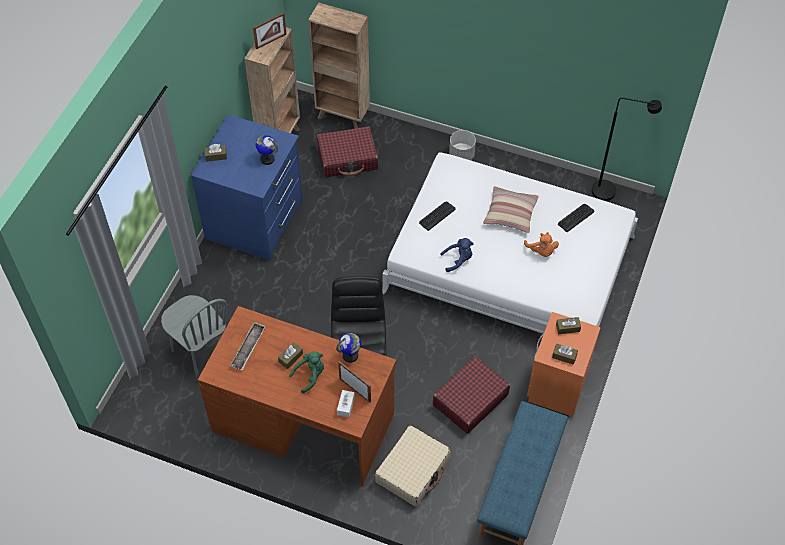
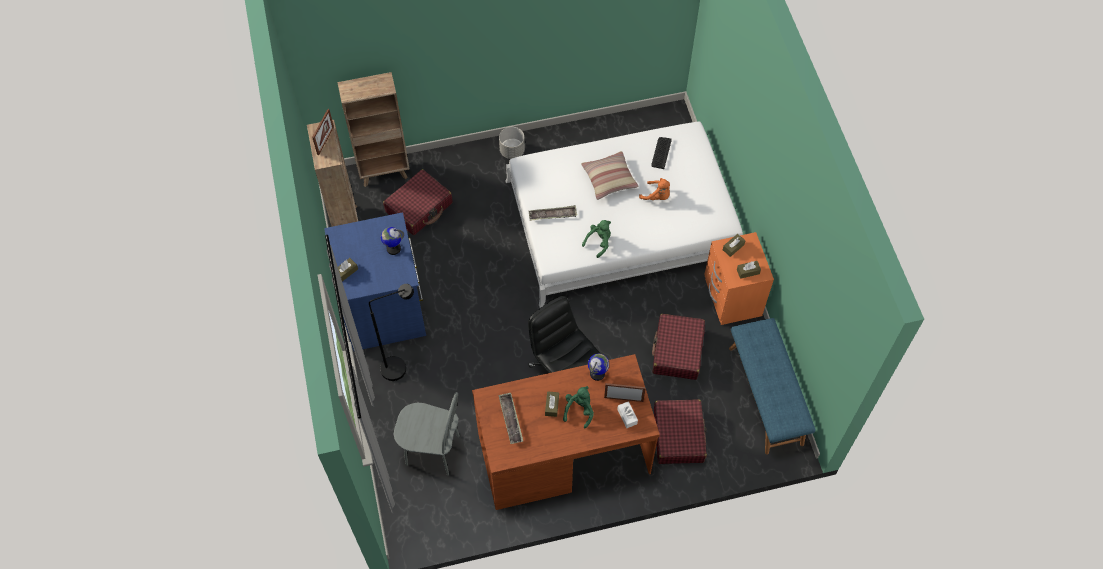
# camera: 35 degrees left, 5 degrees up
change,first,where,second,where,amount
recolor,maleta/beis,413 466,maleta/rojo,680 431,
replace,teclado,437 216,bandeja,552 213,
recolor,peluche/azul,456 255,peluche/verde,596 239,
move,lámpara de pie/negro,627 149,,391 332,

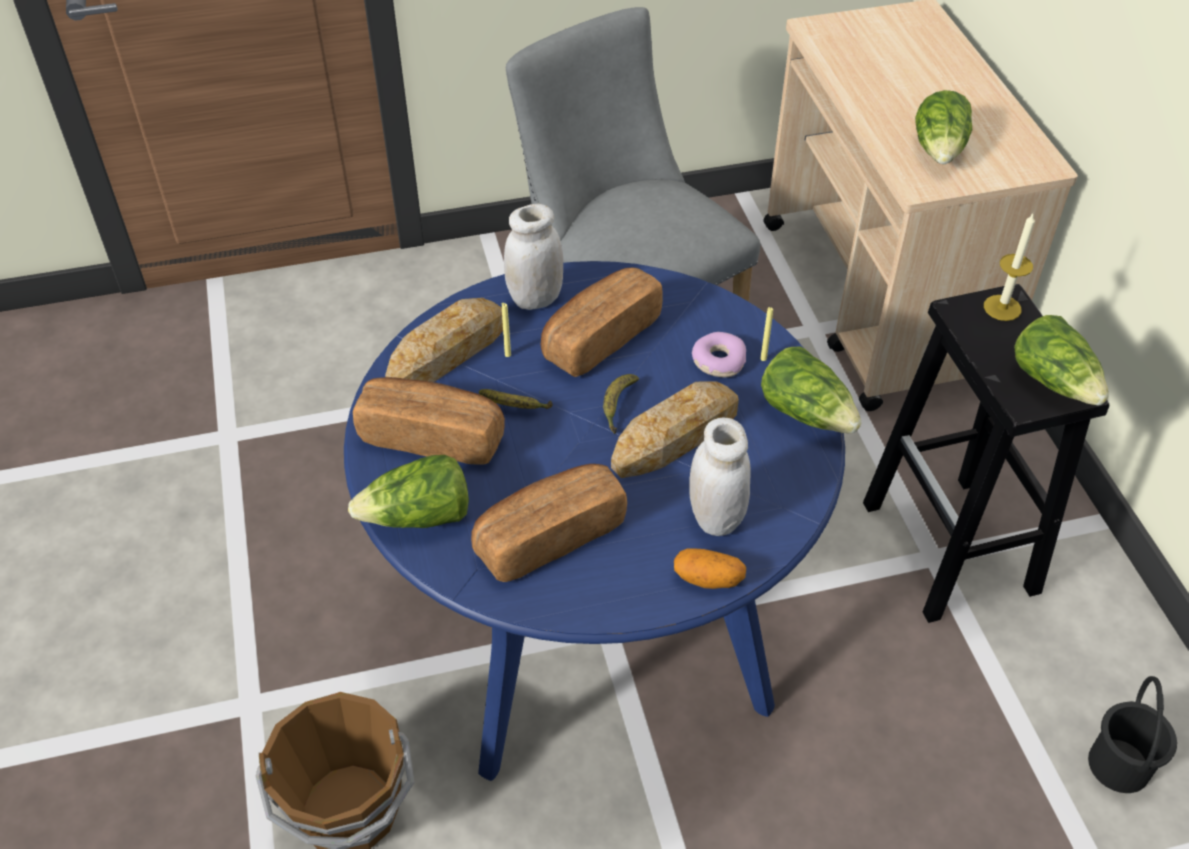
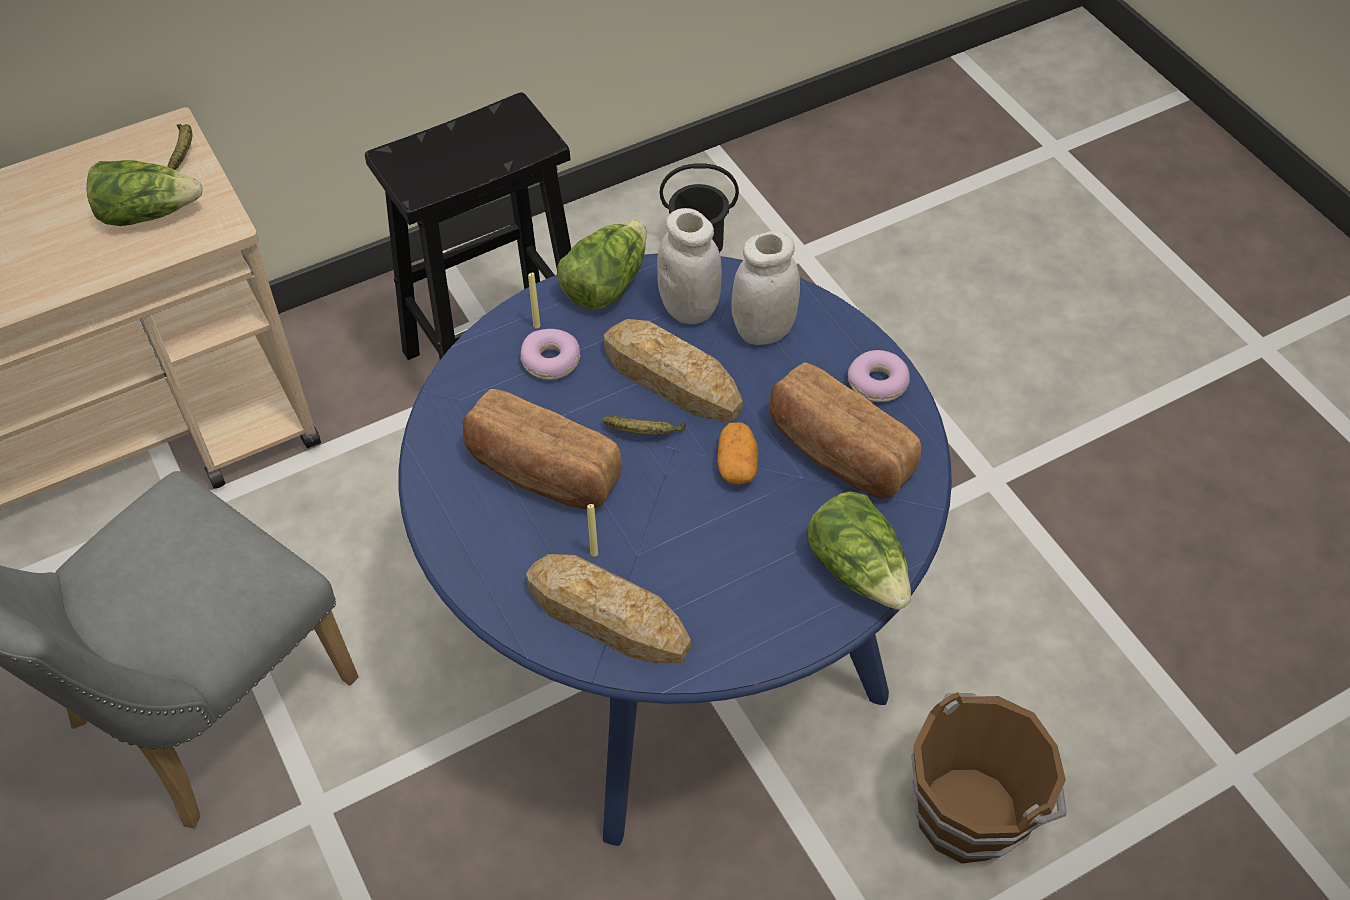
# camera: 105 degrees left, 5 degrees up
change,first,where,second,where,amount
delete,pan,429 421,,,
move,plátano,516 399,,179 147,
move,tarro/blanco,533 257,,689 266,
move,patata,710 568,,737 453,
delete,vela,1009 267,,,
delete,lechuga,1061 360,,,
insert,,,rosquilla,879 376,

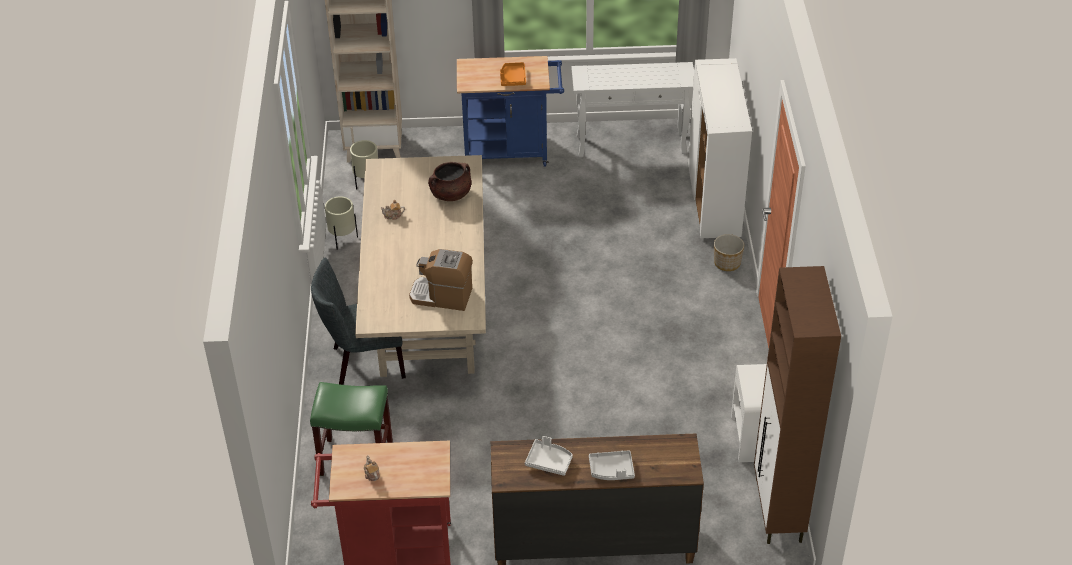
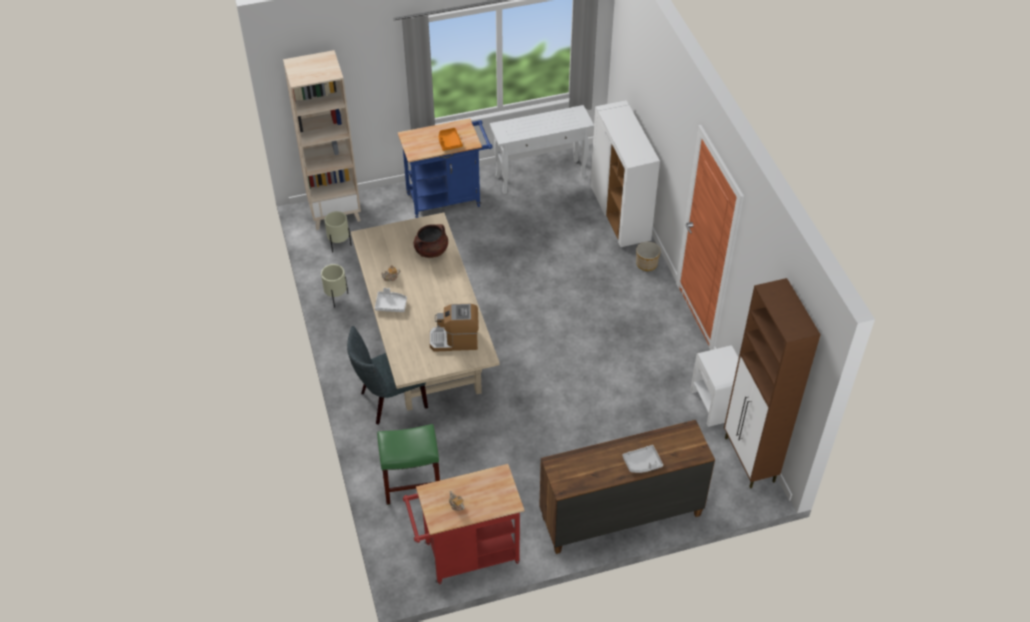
# camera: 15 degrees left, 5 degrees up
change,first,where,second,where,amount
move,bandeja/blanco,549 456,,391 300,

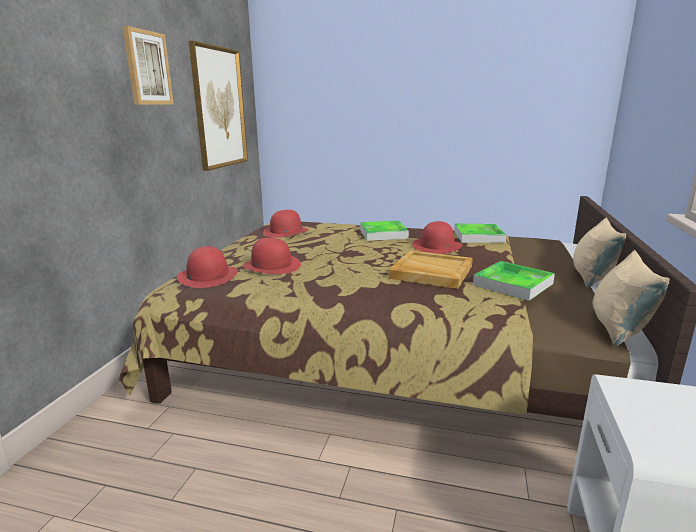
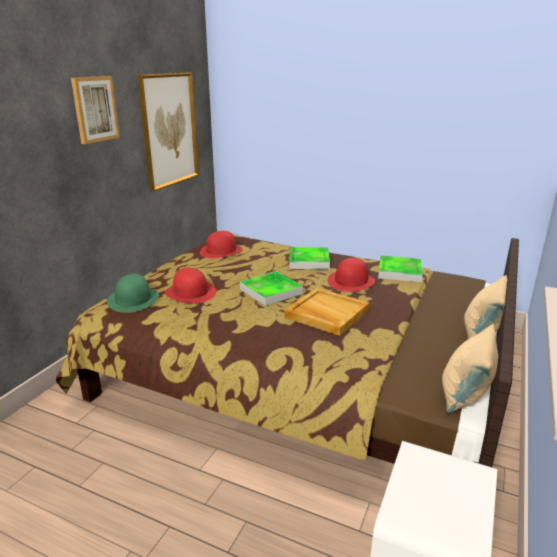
# camera: 10 degrees right, 5 degrees up
change,first,where,second,where,amount
recolor,sombrero/rojo,207 267,sombrero/verde,133 293,
move,bandeja,514 281,,271 288,

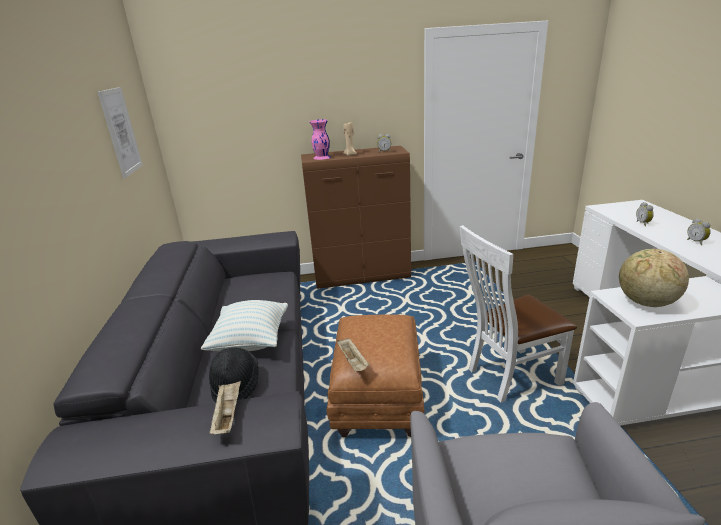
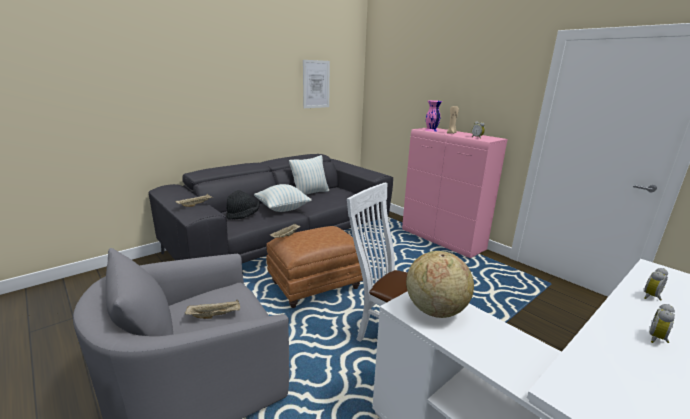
# camera: 55 degrees right, 5 degrees down
change,first,where,second,where,amount
recolor,armario/marrón,356 217,armario/rosa,455 193,
insert,,,bandeja/beis,212 309,
insert,,,cojín,309 175,

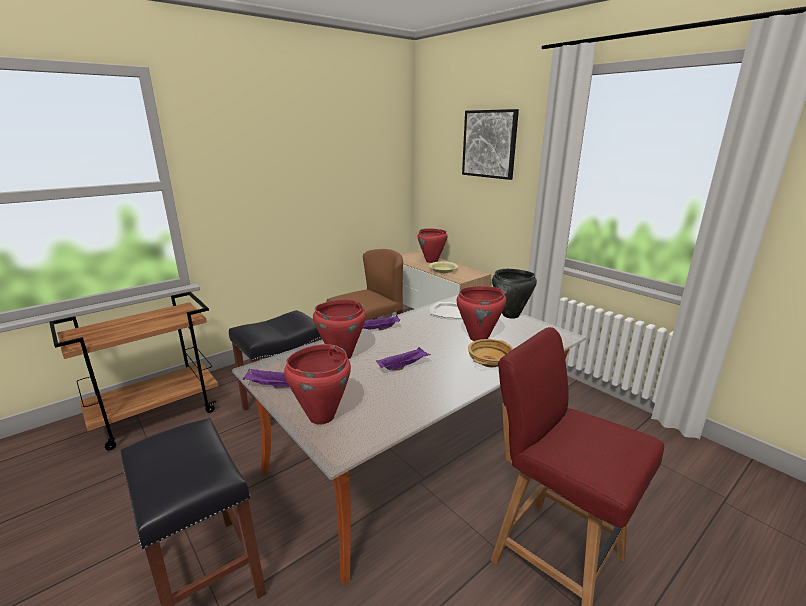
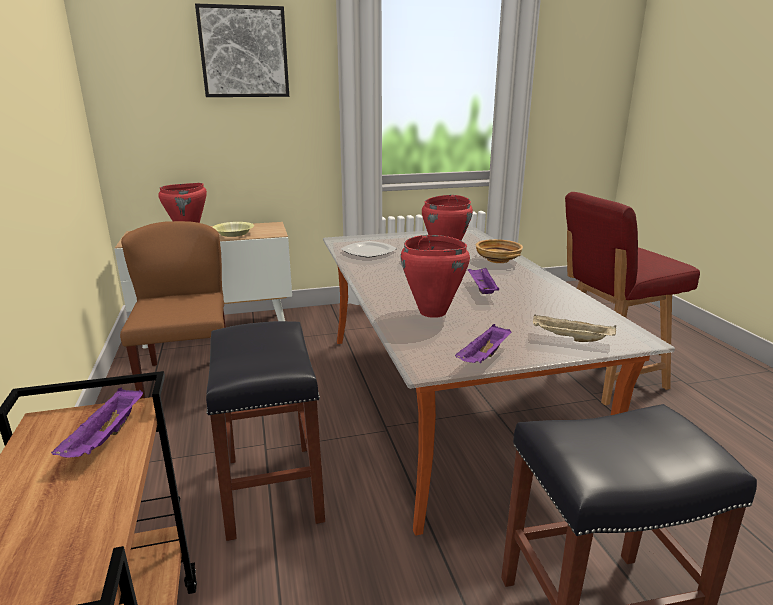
# camera: 65 degrees left, 0 degrees up
change,first,where,second,where,amount
replace,olla/rojo,317 384,bandeja/beis,574 328,
move,bandeja/morado,381 322,,97 422,
delete,olla/negro,514 294,,,

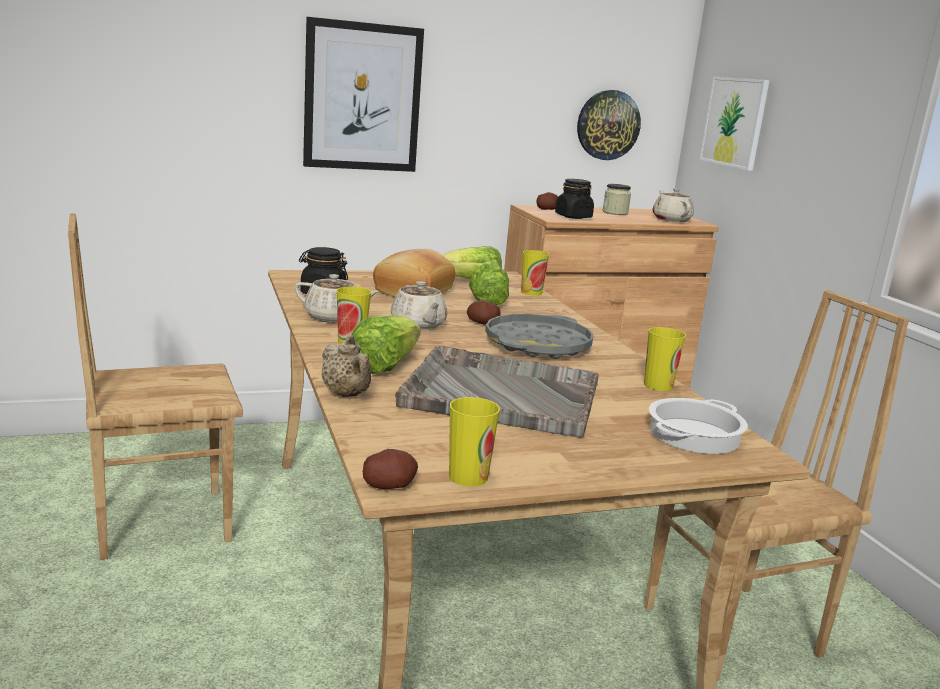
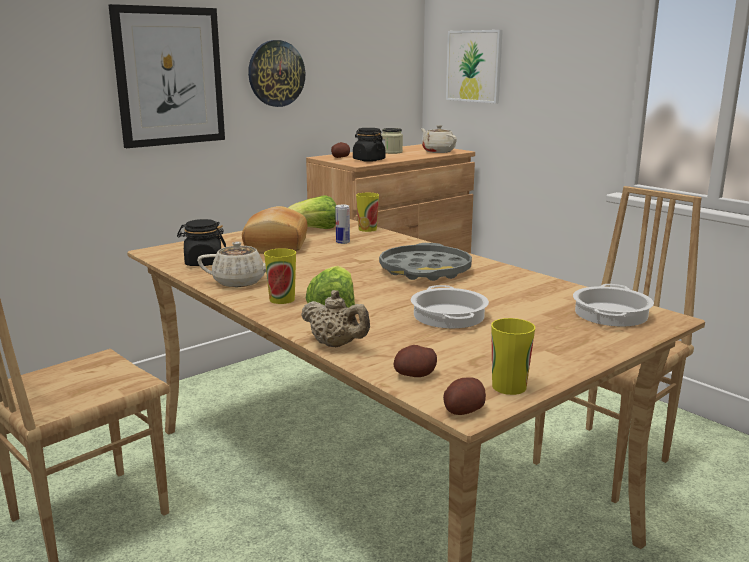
# camera: 20 degrees left, 0 degrees up
change,first,where,second,where,amount
delete,tetera/beis,419 305,,,
replace,bandeja/gris,497 392,olla,450 306,
move,patata,484 312,,415 361,
replace,lechuga,489 283,lata,342 224,
move,reloj de pared,609 125,,276 73,
delete,taza,665 359,,,

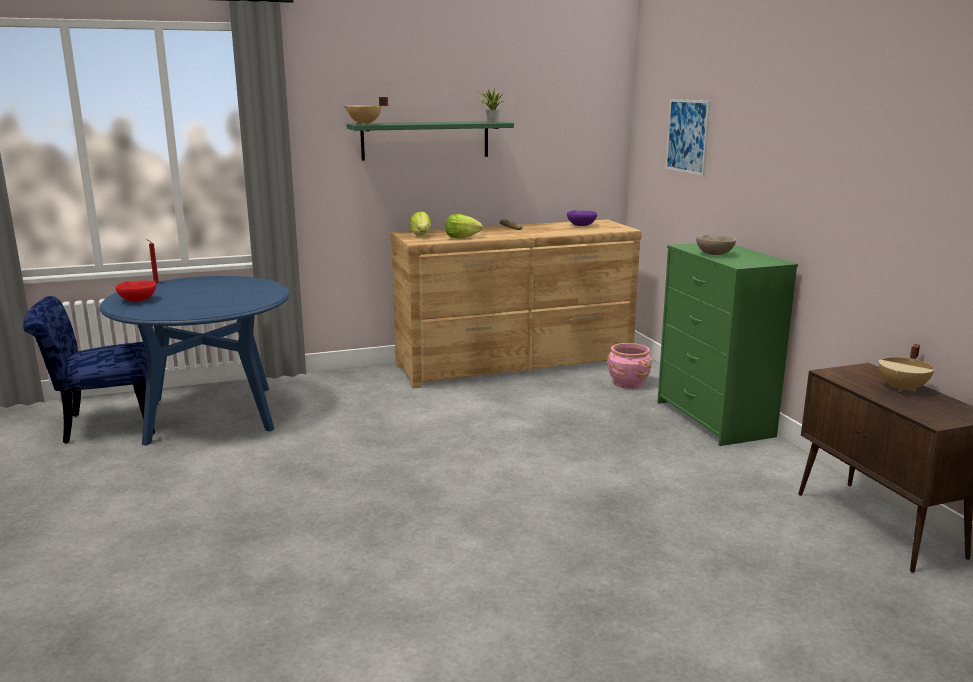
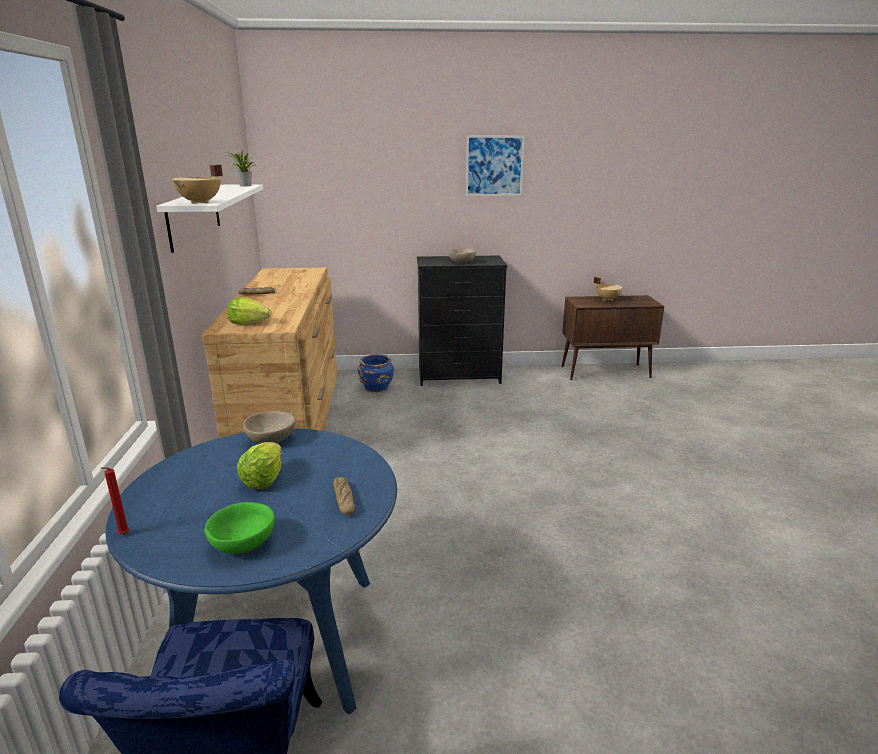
# camera: 75 degrees left, 5 degrees up
change,first,where,second,where,amount
recolor,cuenco/rojo,135 291,cuenco/verde,239 528,
recolor,estante/verde,430 140,estante/blanco,209 218,
move,lechuga,464 226,,259 465,
delete,cuenco/morado,582 218,,,
recolor,maceta/rosa,629 366,maceta/azul,376 373,
recolor,cómoda/verde,727 344,cómoda/negro,462 320,
move,cuadro,687 137,,495 166,
insert,,,cuenco/beis,269 427,
insert,,,pan,344 496,

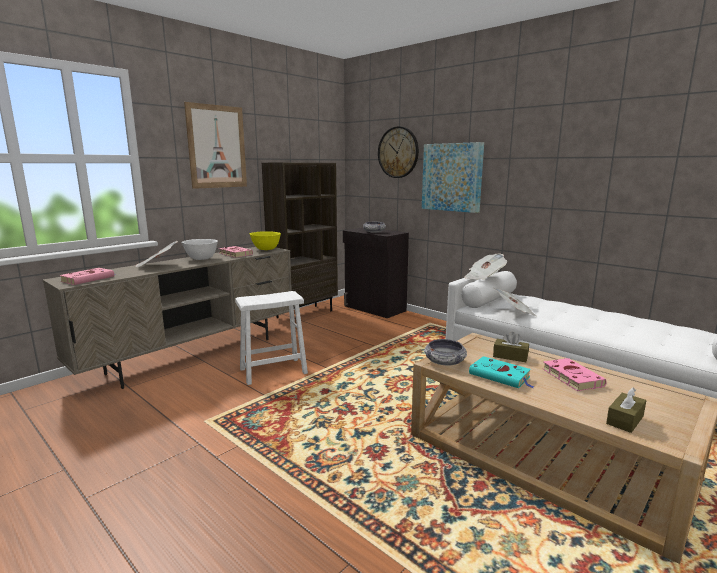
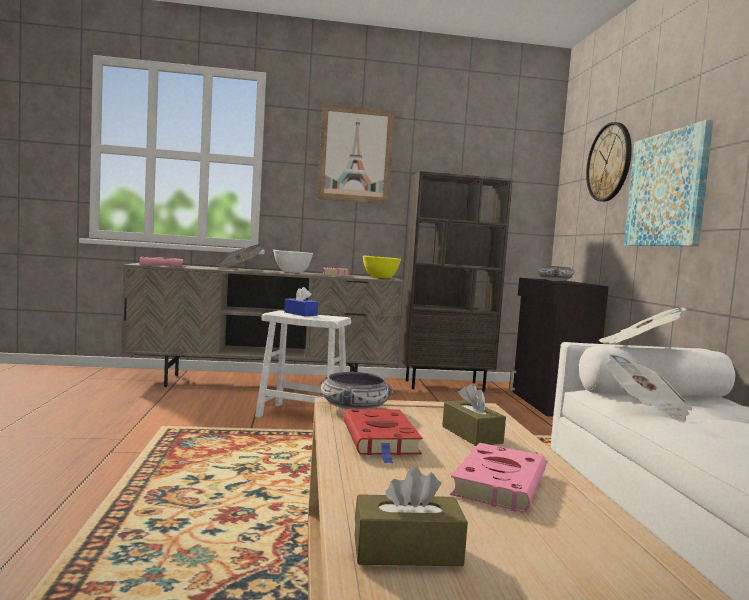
# camera: 40 degrees right, 10 degrees down
change,first,where,second,where,amount
recolor,libro/turquesa,502 372,libro/rojo,383 436,
insert,,,caja de pañuelos/azul,301 301,

